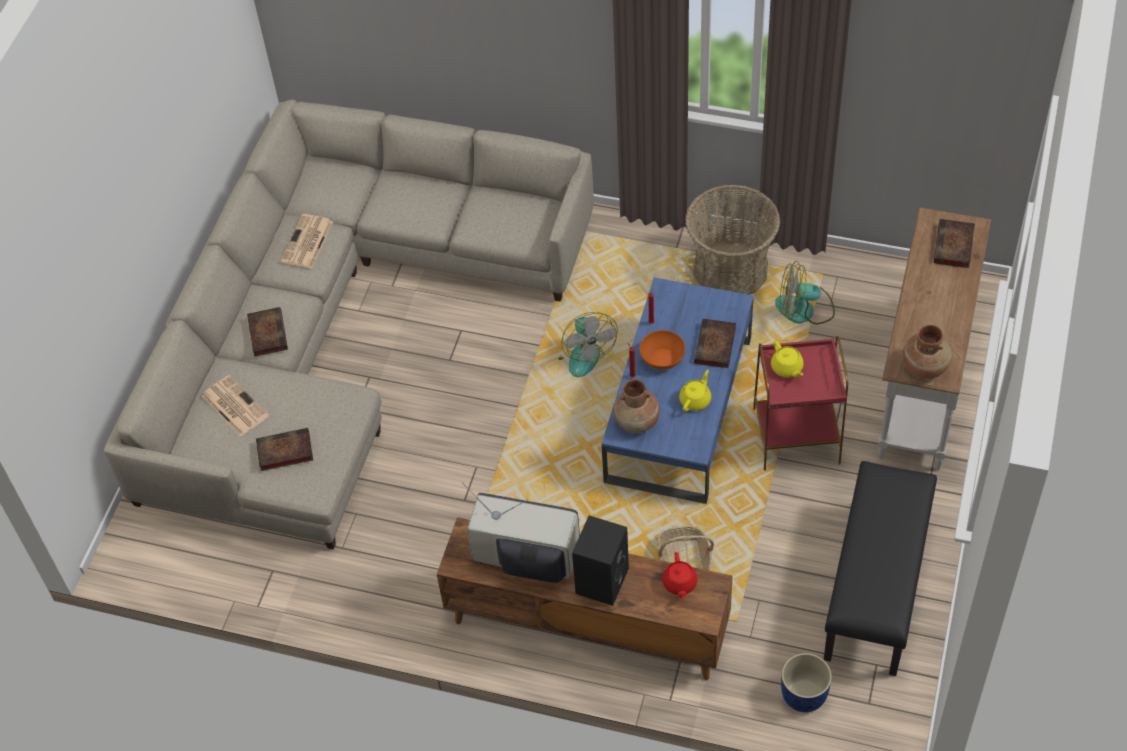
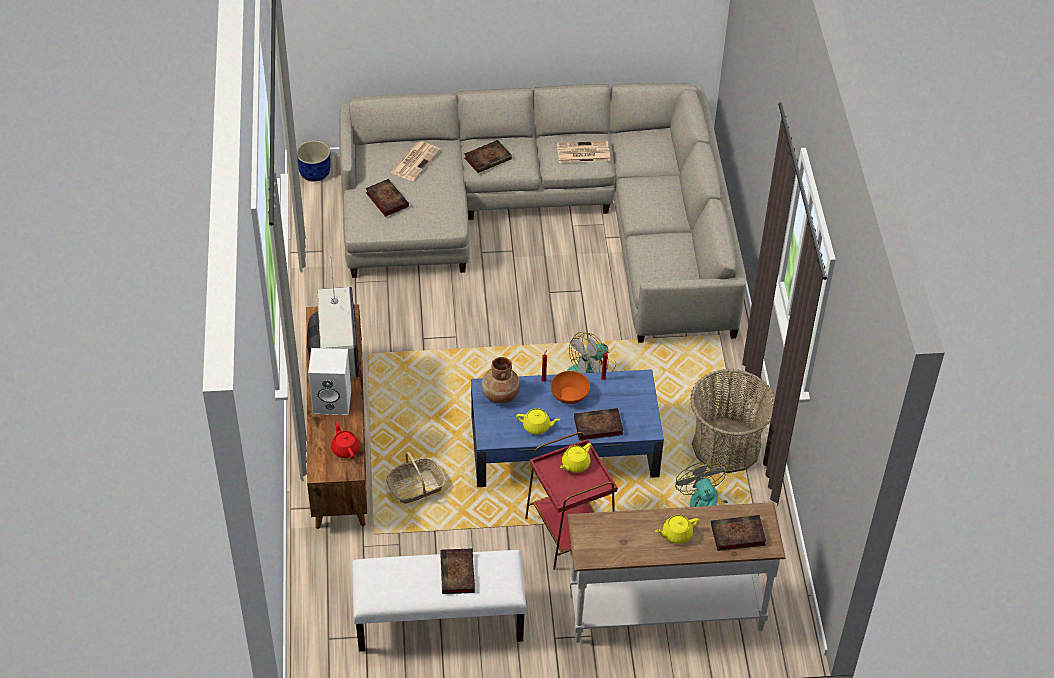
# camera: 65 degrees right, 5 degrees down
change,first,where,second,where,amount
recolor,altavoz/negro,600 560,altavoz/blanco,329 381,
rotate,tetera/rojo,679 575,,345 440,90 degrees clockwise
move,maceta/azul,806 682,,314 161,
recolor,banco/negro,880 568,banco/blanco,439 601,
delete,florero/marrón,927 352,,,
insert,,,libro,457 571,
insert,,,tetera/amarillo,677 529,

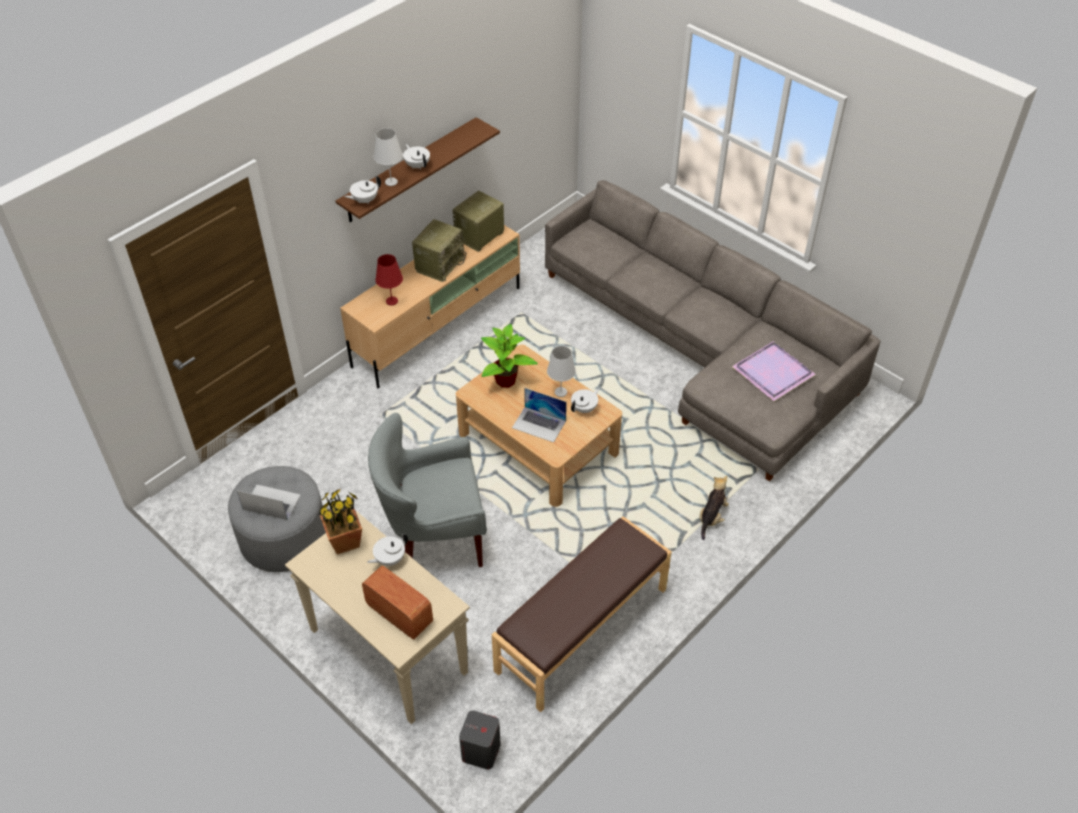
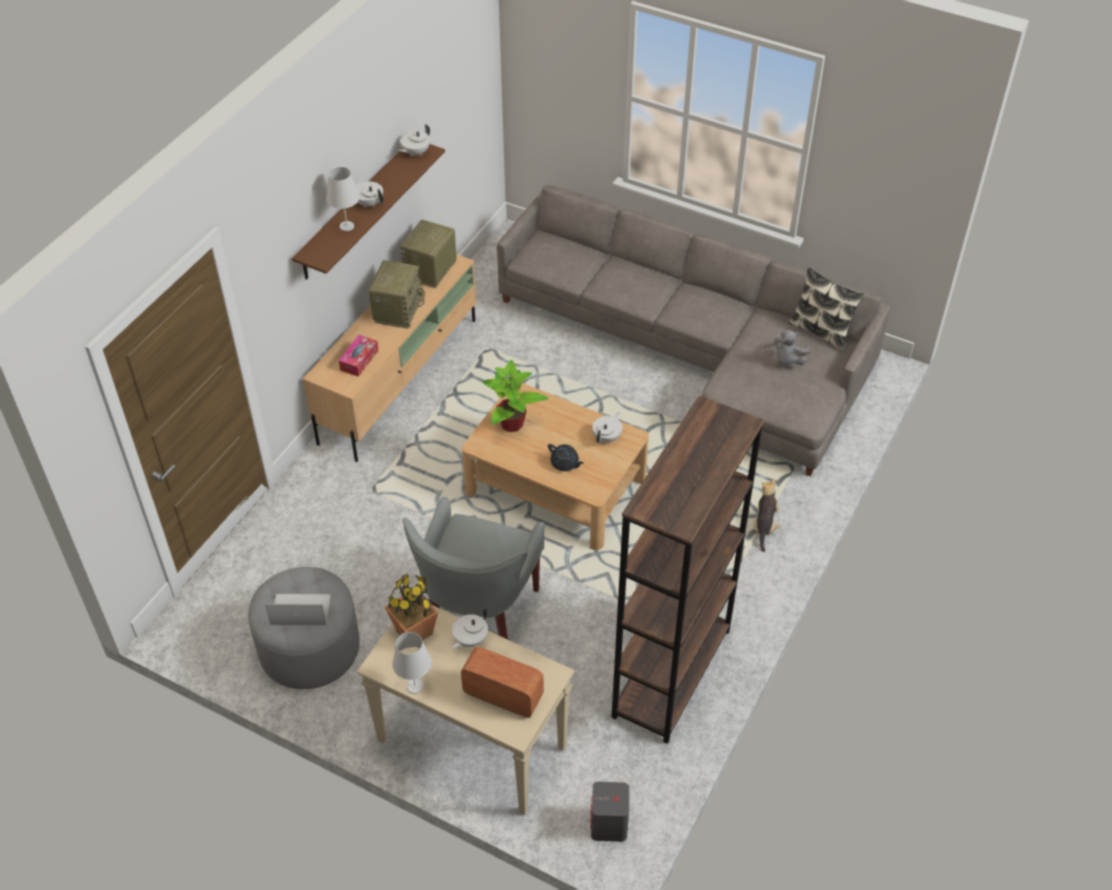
# camera: 15 degrees left, 0 degrees up
change,first,where,second,where,amount
move,tetera/blanco,362 189,,414 140,
rotate,sillón/gris,427 490,,473 568,45 degrees counterclockwise
replace,lámpara de mesa/rojo,389 279,caja de pañuelos,359 356,
replace,banco/marrón,582 614,estantería/marrón,687 570,
replace,portátil,539 415,tetera/negro,566 457,
move,lámpara de mesa/blanco,561 371,,412 663,
replace,bandeja/morado,774 371,peluche/gris,792 347,
insert,,,cojín,826 309,

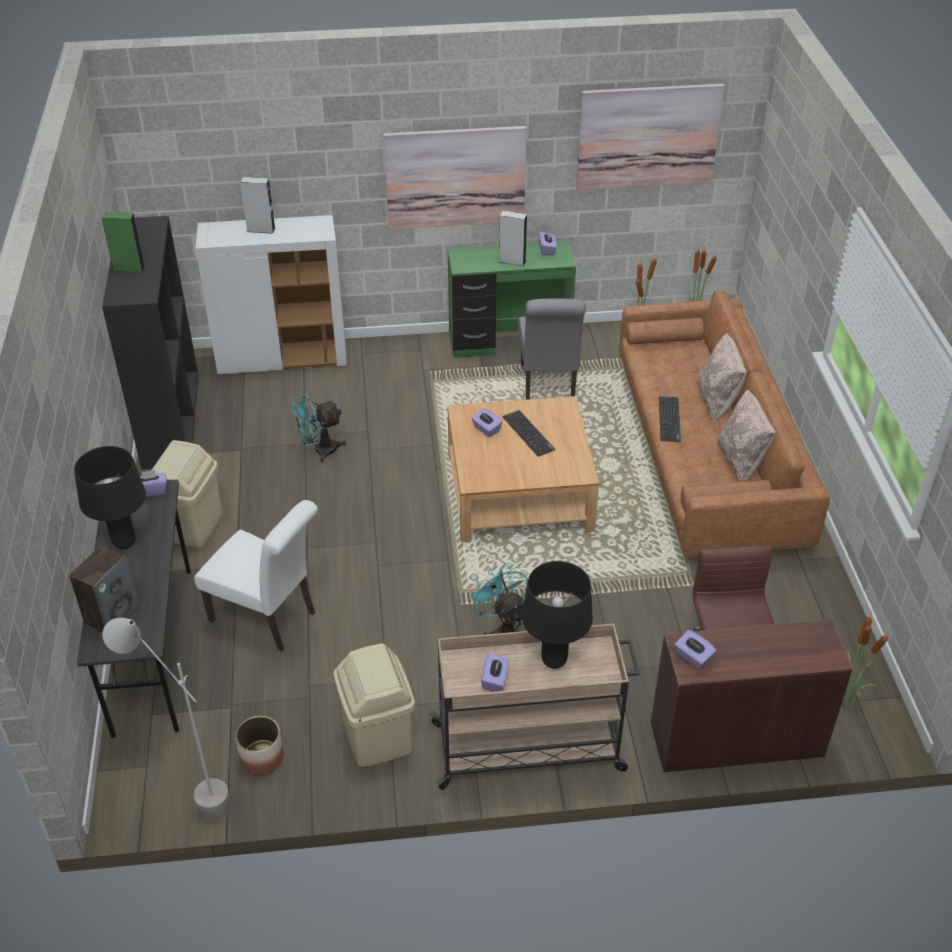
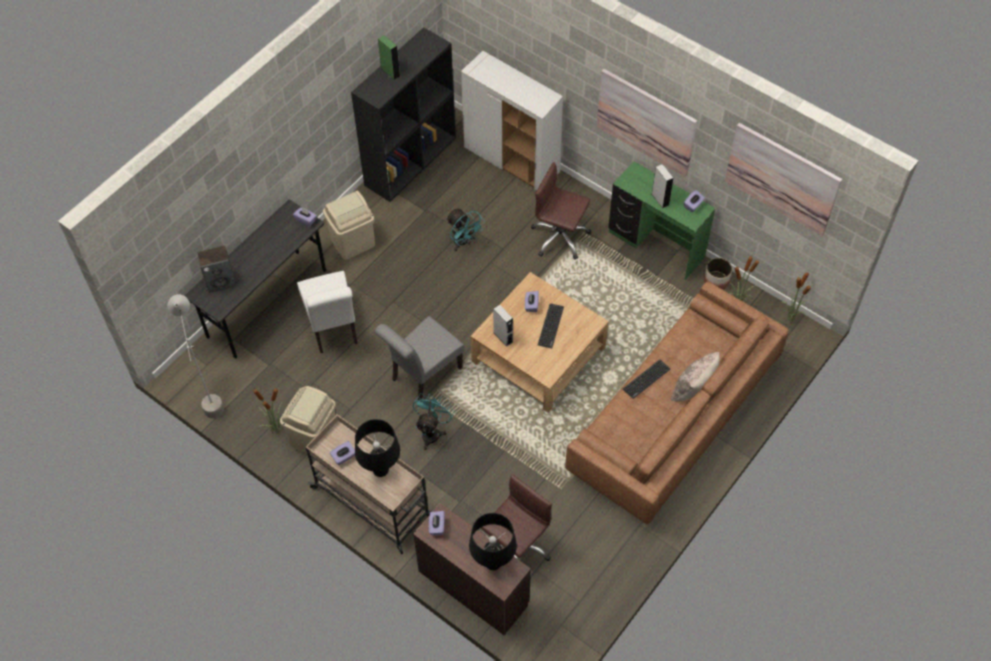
# camera: 45 degrees right, 15 degrees up
change,first,where,second,where,amount
move,lámpara de mesa/negro,110 497,,493 541,
move,maceta,259 745,,718 274,
move,altavoz/gris,257 205,,503 325,
rotate,ventilador/turquesa,318 428,,465 229,150 degrees counterclockwise
move,silla/gris,552 349,,419 358,
delete,cojín/beis,746 435,,,
move,planta en maceta,865 661,,267 411,
insert,,,silla de oficina/marrón,561 211,

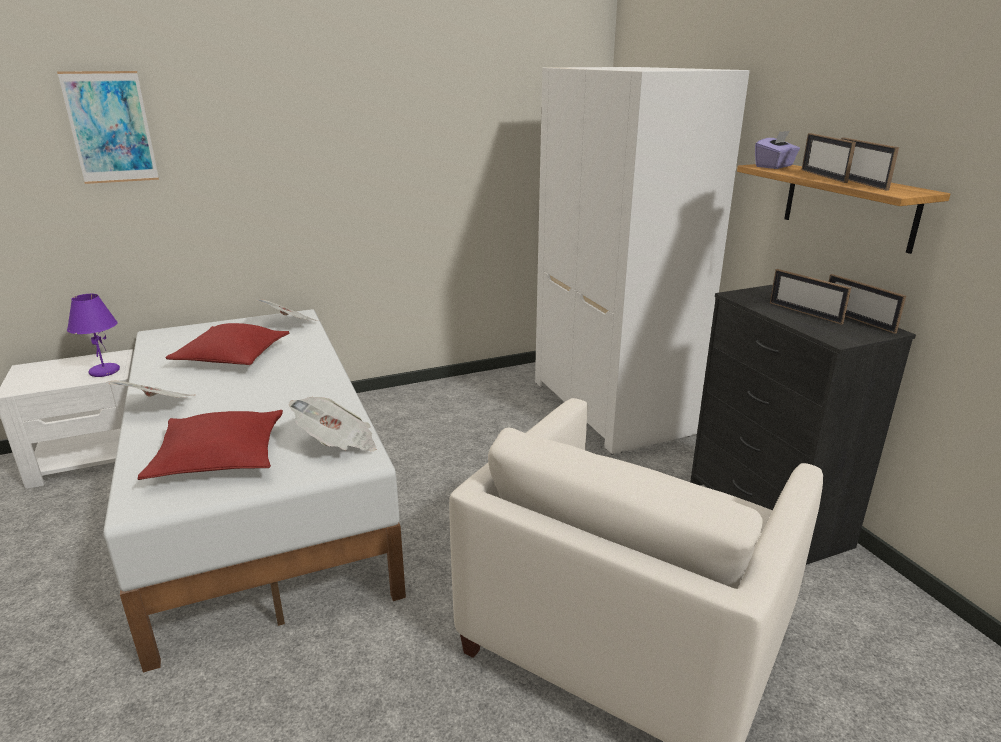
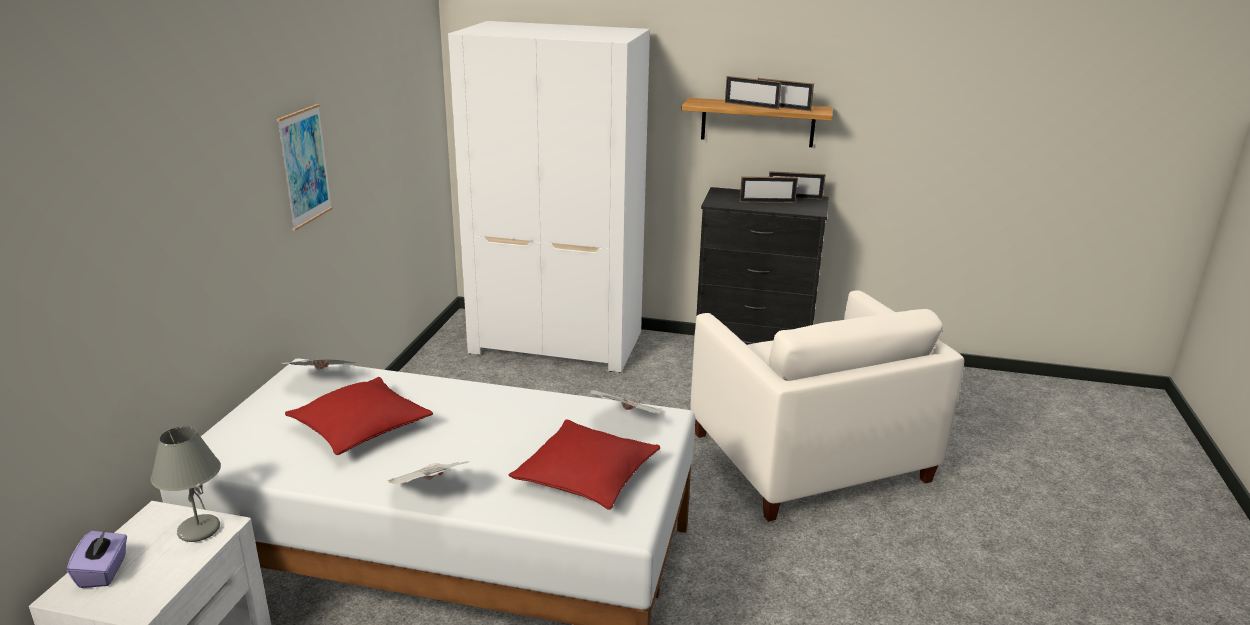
# camera: 55 degrees left, 0 degrees up
change,first,where,second,where,amount
move,cuadro,108 127,,304 167,
recolor,lámpara de mesa/morado,93 335,lámpara de mesa/gris,186 484,
move,caja de pañuelos/morado,777 150,,97 558,

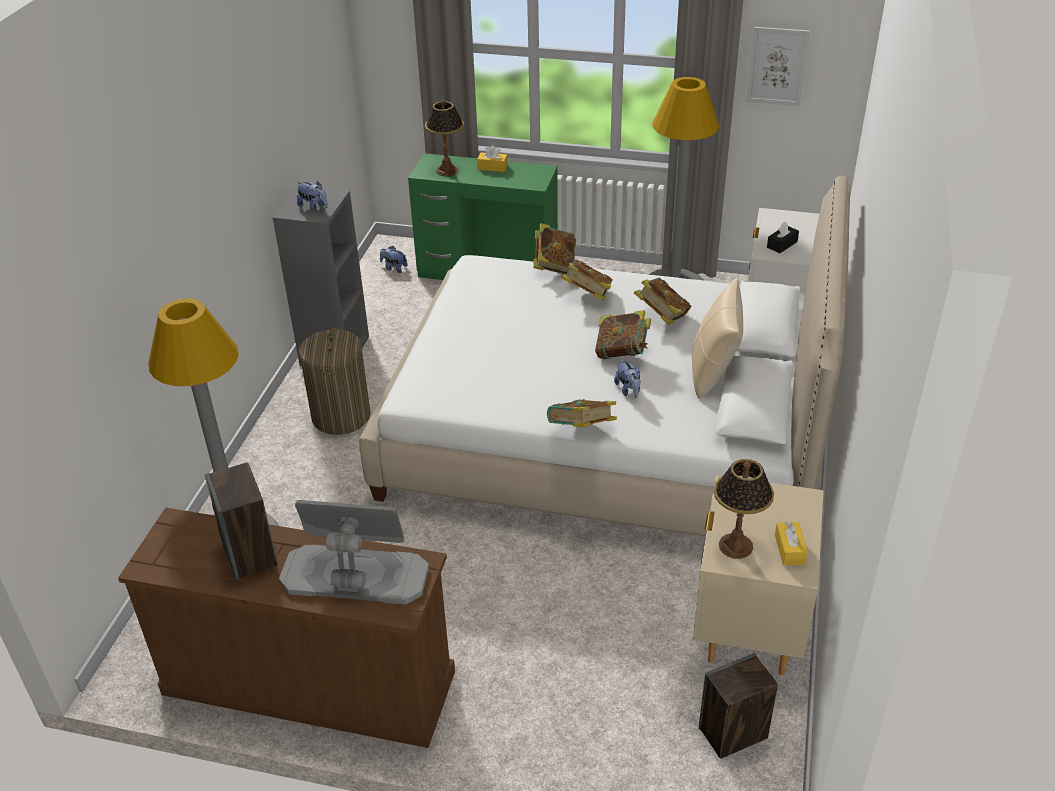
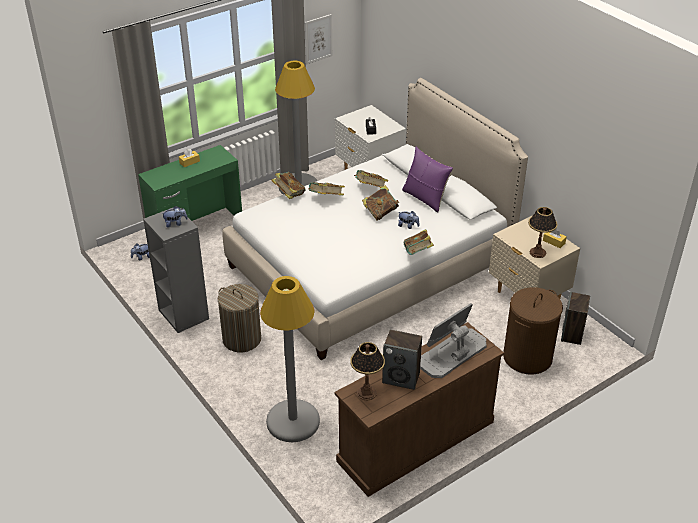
# camera: 50 degrees left, 0 degrees up
change,first,where,second,where,amount
move,lámpara de mesa,444 138,,367 371,
recolor,cojín/beis,717 338,cojín/morado,427 179,
insert,,,cesto de la ropa/marrón,533 330,

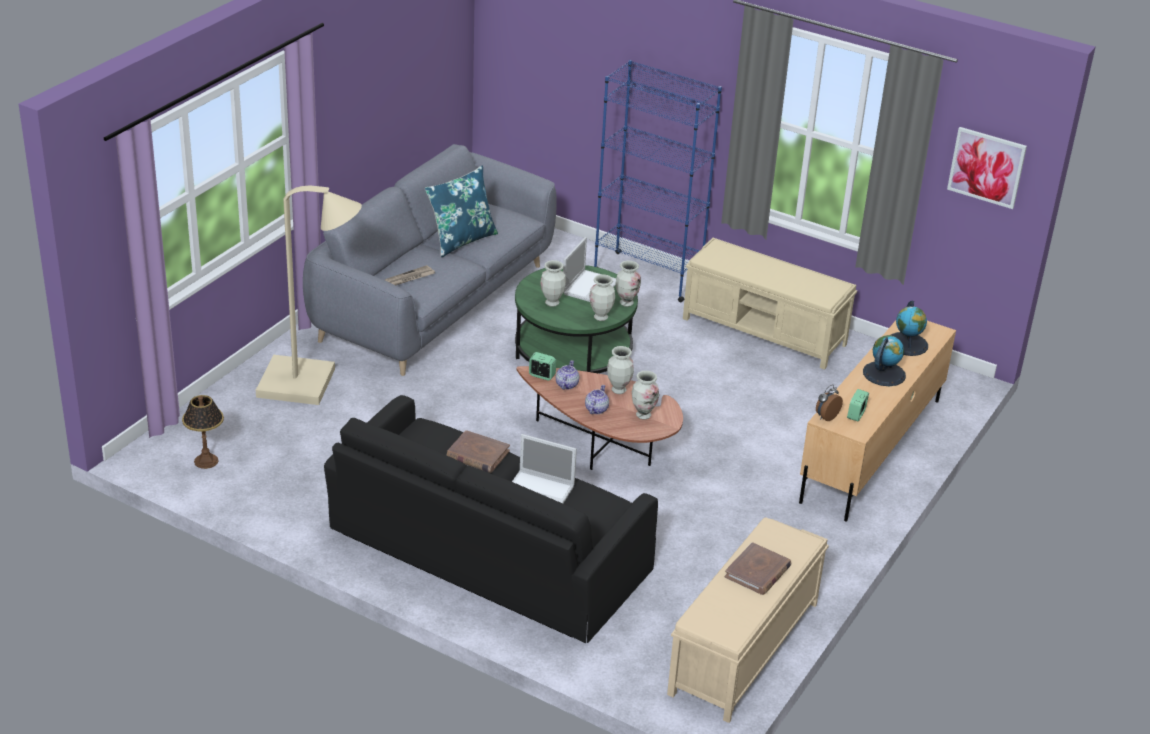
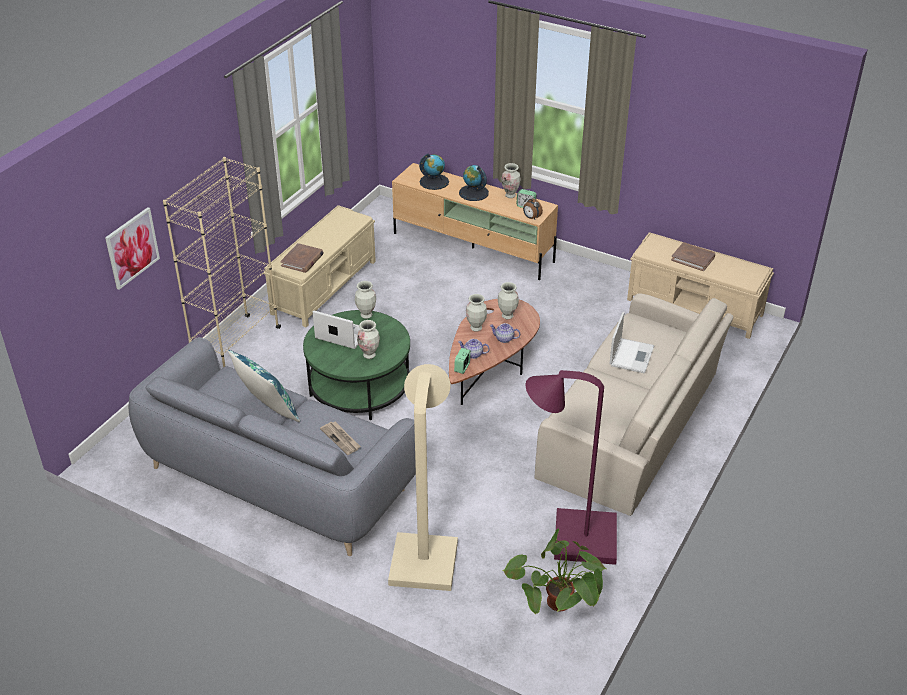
# camera: 90 degrees left, 5 degrees up
change,first,where,second,where,amount
replace,lámpara de mesa,203 432,planta en maceta,554 571,
recolor,sofá/negro,491 519,sofá/beis,634 404,
move,libro/marrón,478 451,,302 258,
move,florero,602 297,,511 180,
recolor,estantería/azul,658 181,estantería/beis,222 262,
move,cuadro,987 168,,132 248,
insert,,,lámpara de pie/morado,571 467,

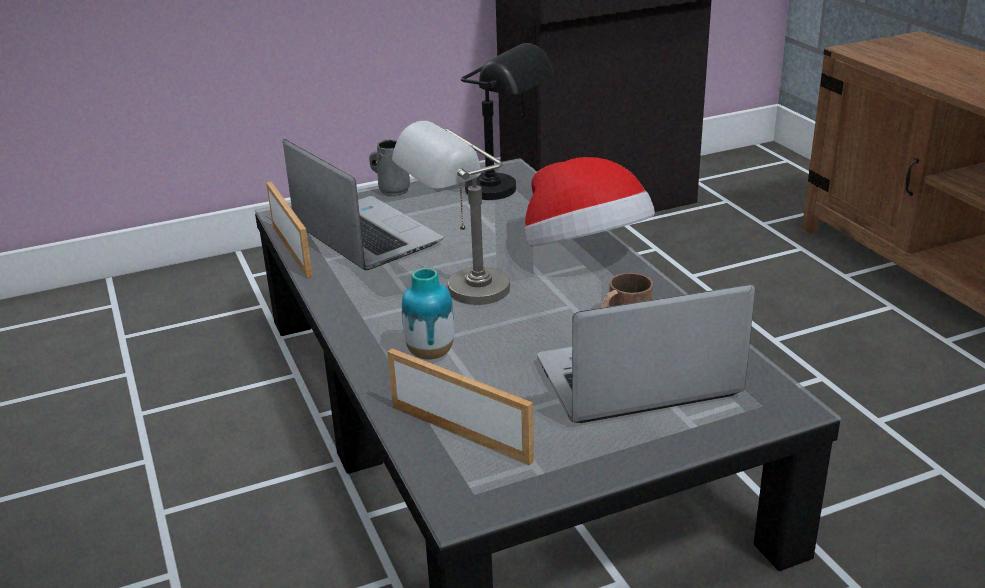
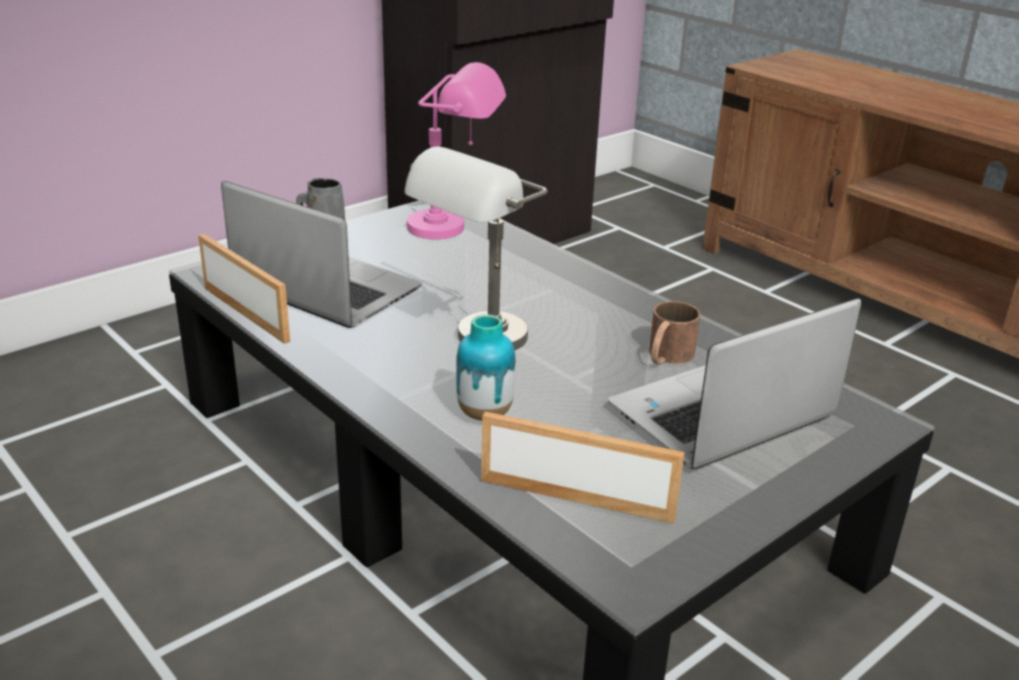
# camera: 20 degrees left, 0 degrees up
change,first,where,second,where,amount
recolor,lámpara de mesa/negro,507 121,lámpara de mesa/rosa,456 150,
delete,sombrero,589 201,,,

